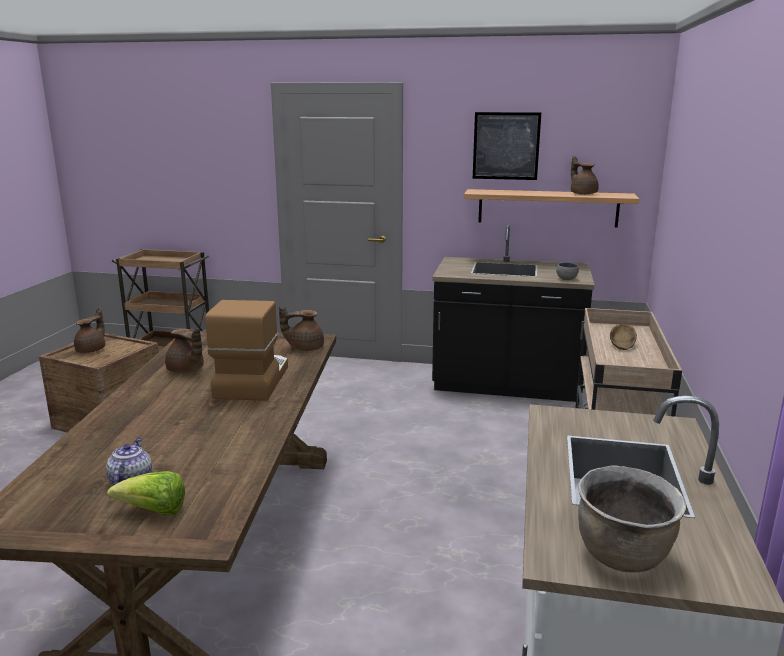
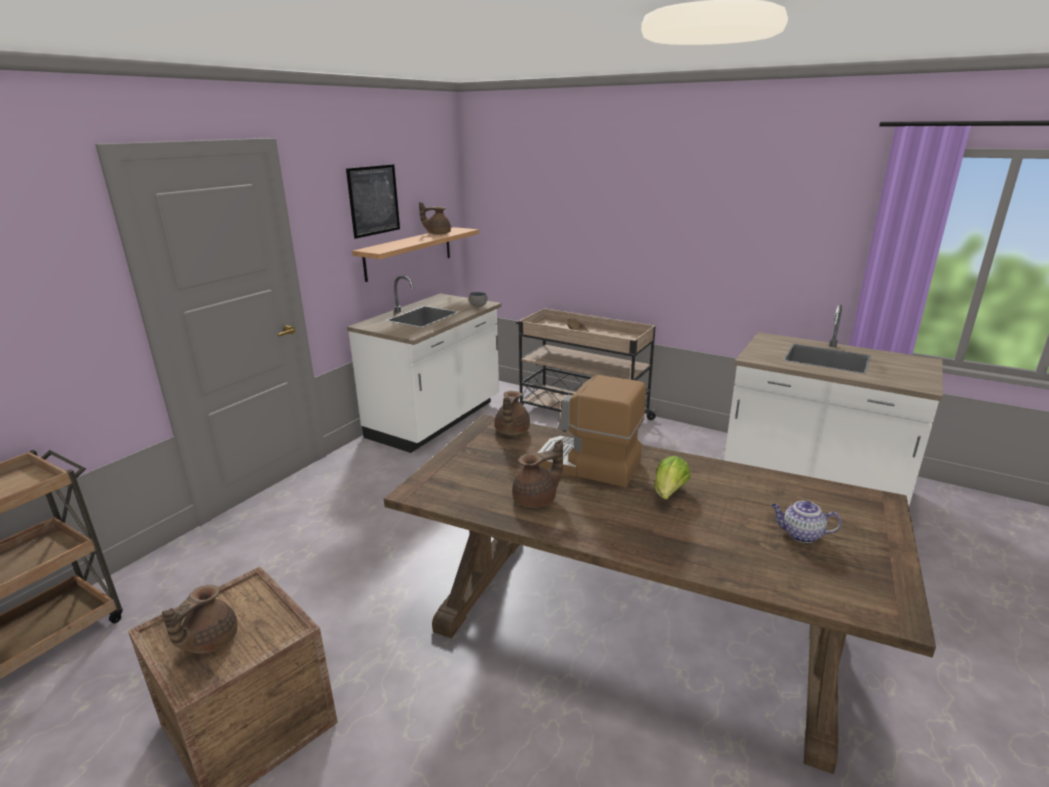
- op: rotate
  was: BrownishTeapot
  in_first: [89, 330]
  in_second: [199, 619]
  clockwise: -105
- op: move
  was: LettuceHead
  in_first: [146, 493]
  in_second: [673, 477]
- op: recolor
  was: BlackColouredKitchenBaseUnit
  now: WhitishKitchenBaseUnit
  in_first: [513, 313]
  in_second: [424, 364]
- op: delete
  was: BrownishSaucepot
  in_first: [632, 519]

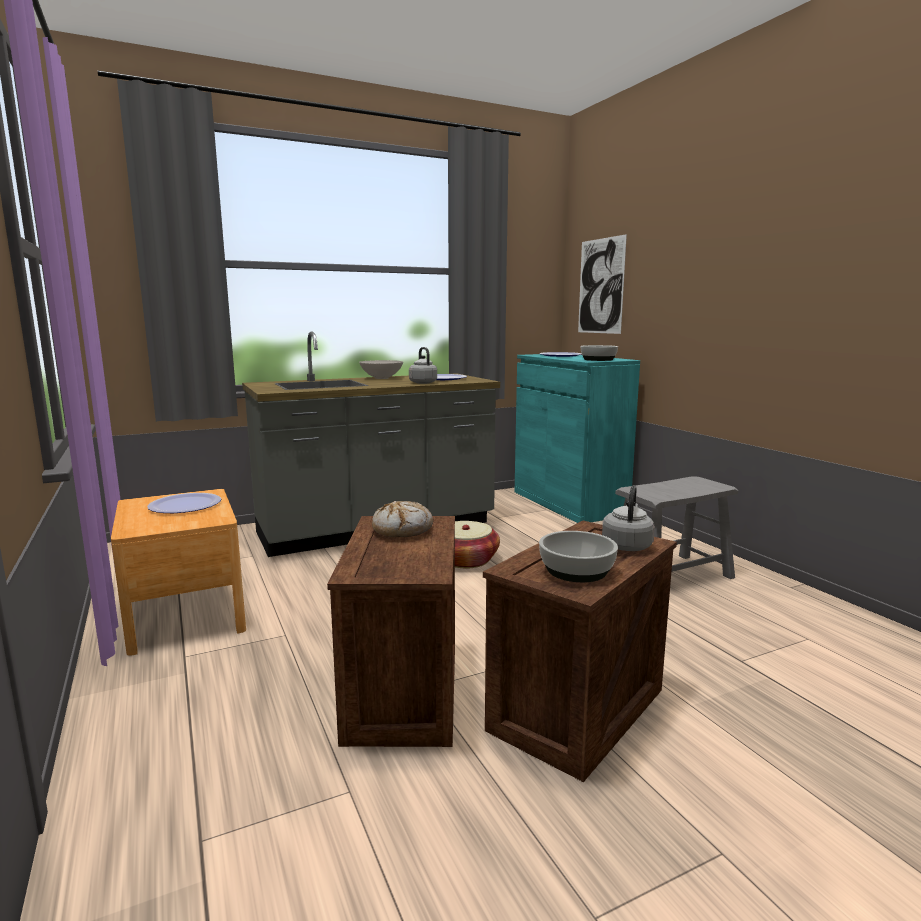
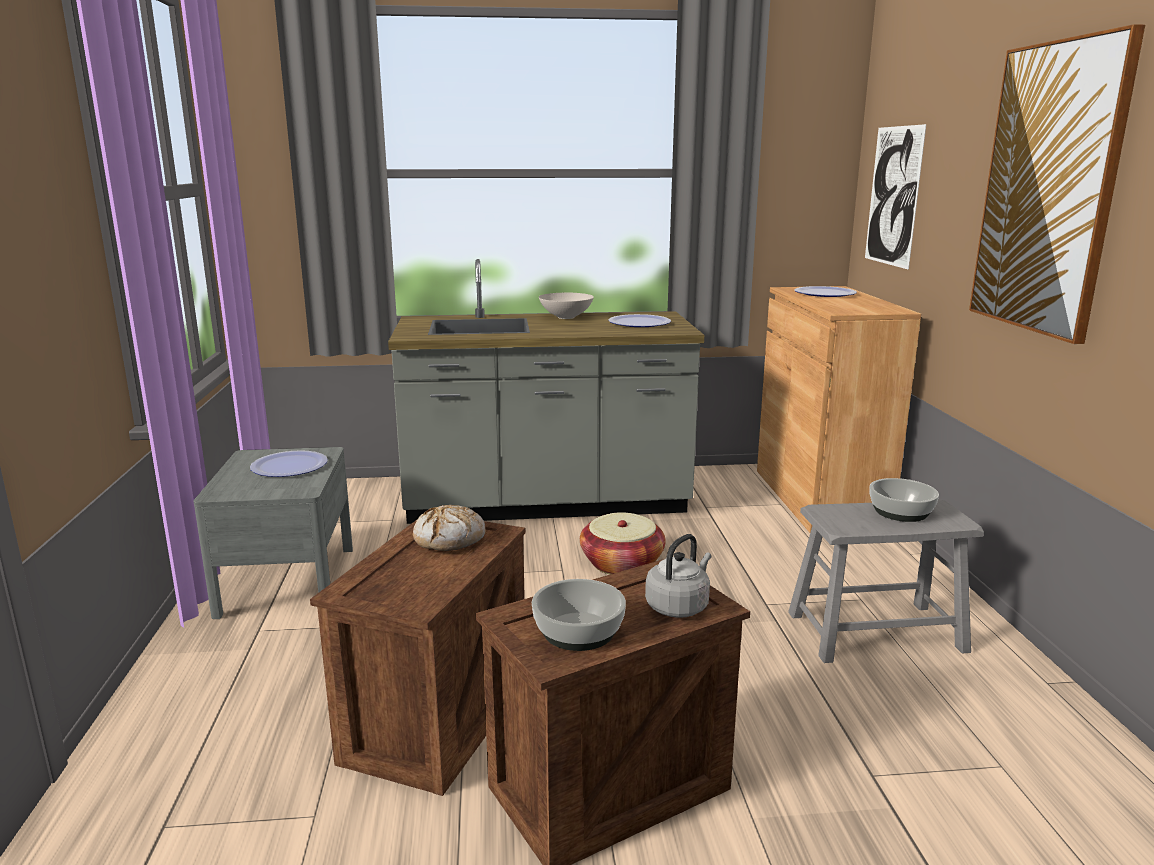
- op: recolor
  was: BrownishNightTable
  now: GreyishNightTable
  in_first: [178, 572]
  in_second: [273, 533]
- op: delete
  was: GreyishWaterKettle
  in_first: [423, 365]
- op: recolor
  was: BlueGreenCabinet
  now: BrownishCabinet
  in_first: [577, 438]
  in_second: [839, 409]
- op: move
  was: DeepDish
  in_first: [599, 353]
  in_second: [904, 500]
- op: insert
  now: WallArt
  in_second: [1057, 184]

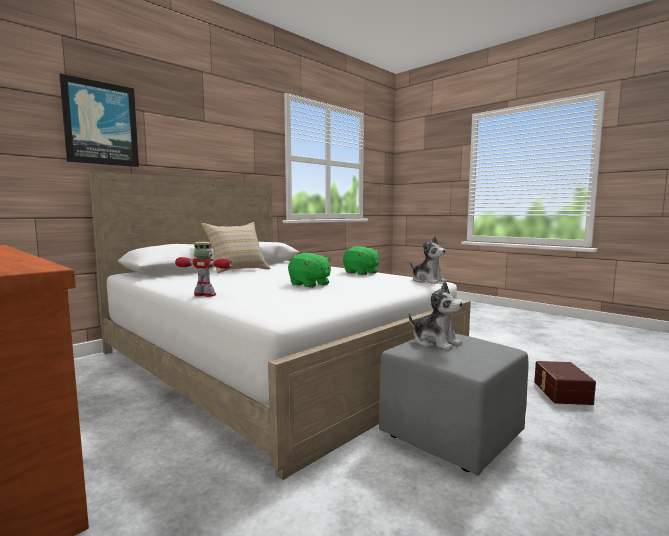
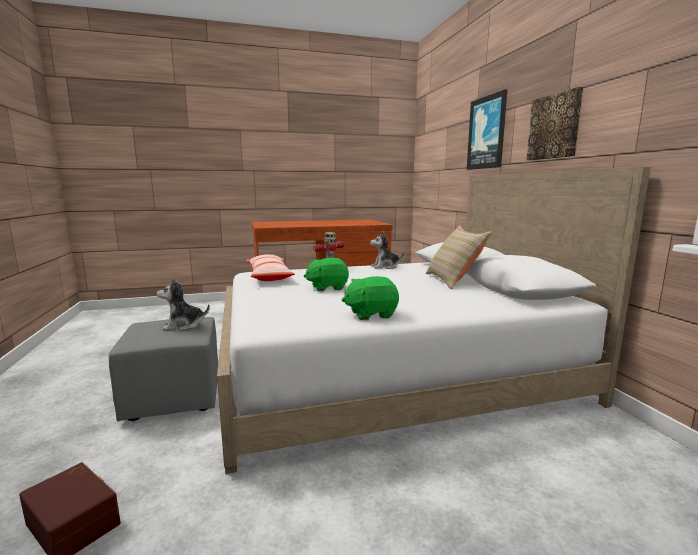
- op: move
  was: PlushToy
  in_first: [428, 260]
  in_second: [387, 250]
- op: insert
  now: Cushion
  in_second: [271, 267]
- op: insert
  now: WallArt
  in_second: [555, 123]

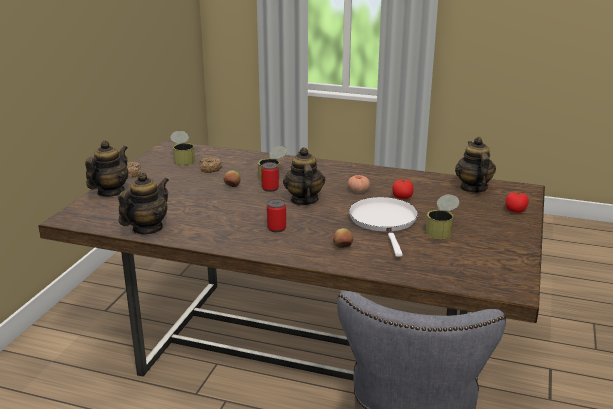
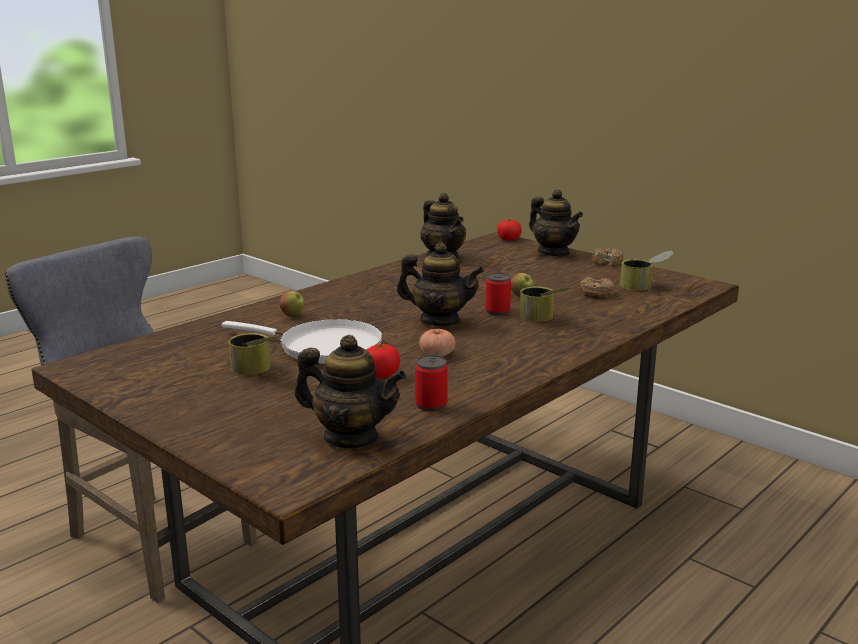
- op: move
  was: Can
  in_first: [276, 215]
  in_second: [431, 383]
- op: move
  was: WholeTomato
  in_first: [517, 202]
  in_second: [509, 230]

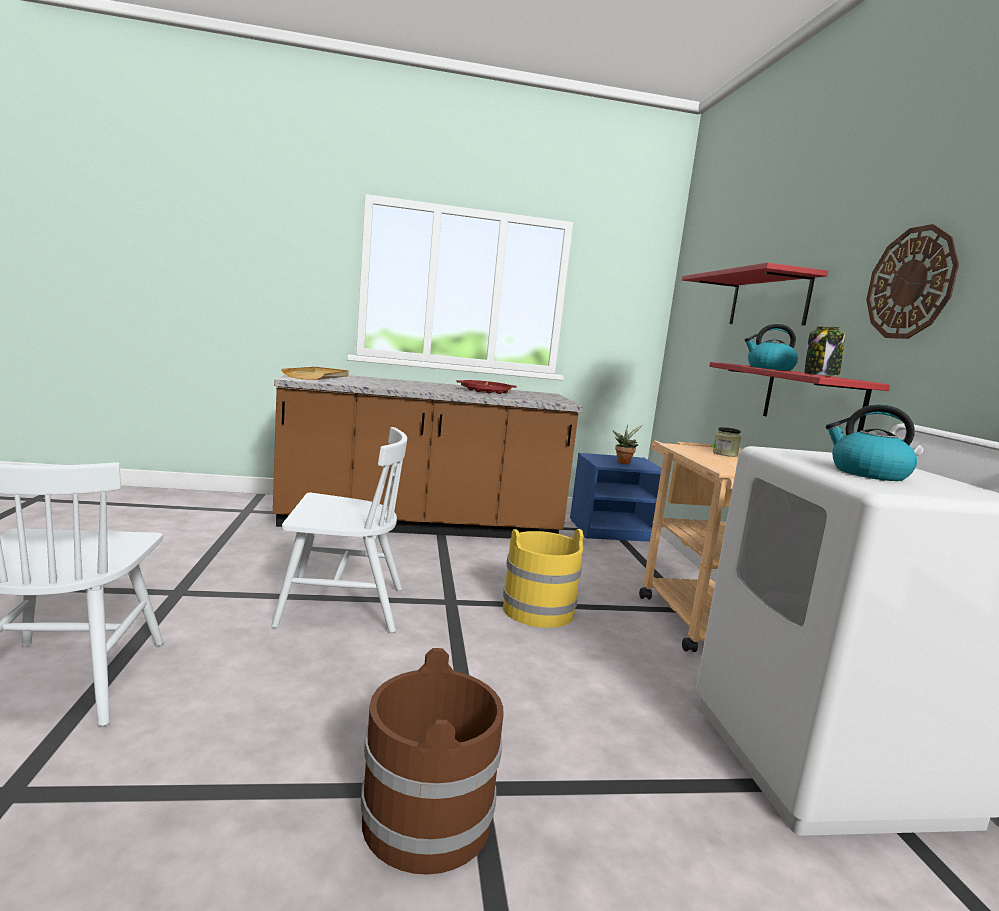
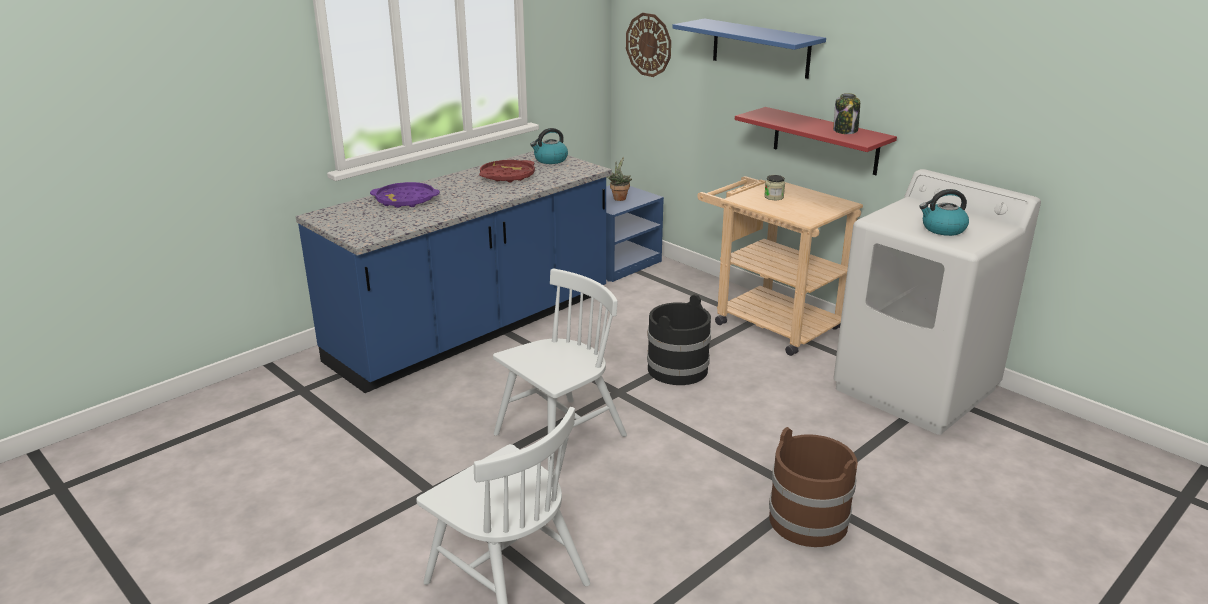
- op: recolor
  was: BrownishKitchenBaseUnit
  now: BluishKitchenBaseUnit
  in_first: [427, 457]
  in_second: [454, 272]
- op: delete
  was: BeigeColouredCarryingTray
  in_first: [315, 373]
- op: recolor
  was: YellowPail
  now: BlackColouredPail
  in_first: [543, 578]
  in_second: [679, 339]
- op: recolor
  was: RedColouredBracketShelf
  now: BluishBracketShelf
  in_first: [755, 294]
  in_second: [749, 49]
- op: move
  was: WaterKettle
  in_first: [771, 347]
  in_second: [549, 146]
- op: move
  was: WallClock
  in_first: [912, 281]
  in_second: [648, 45]
- op: insert
  now: PurpleCarryingTray
  in_second: [405, 195]

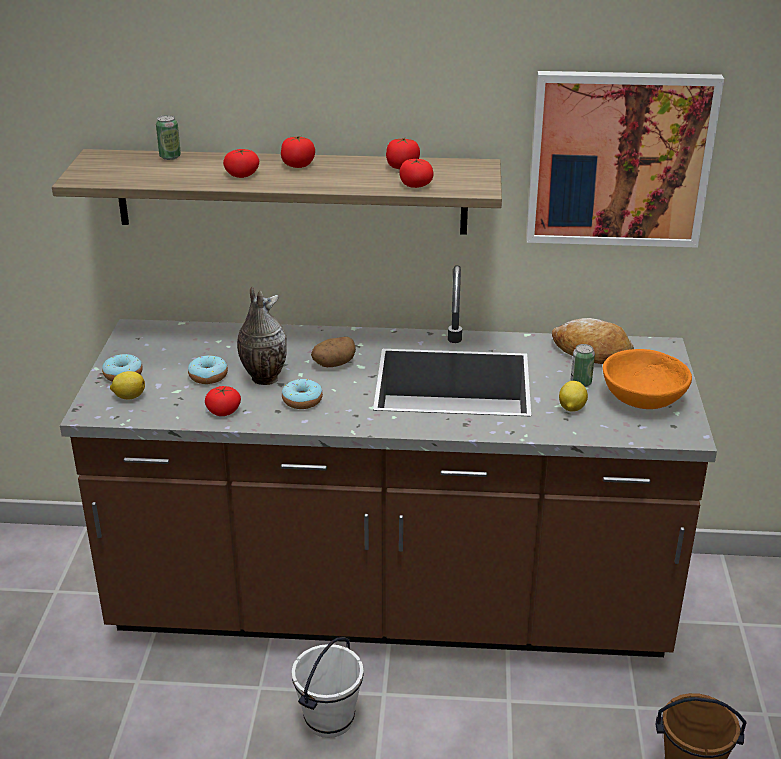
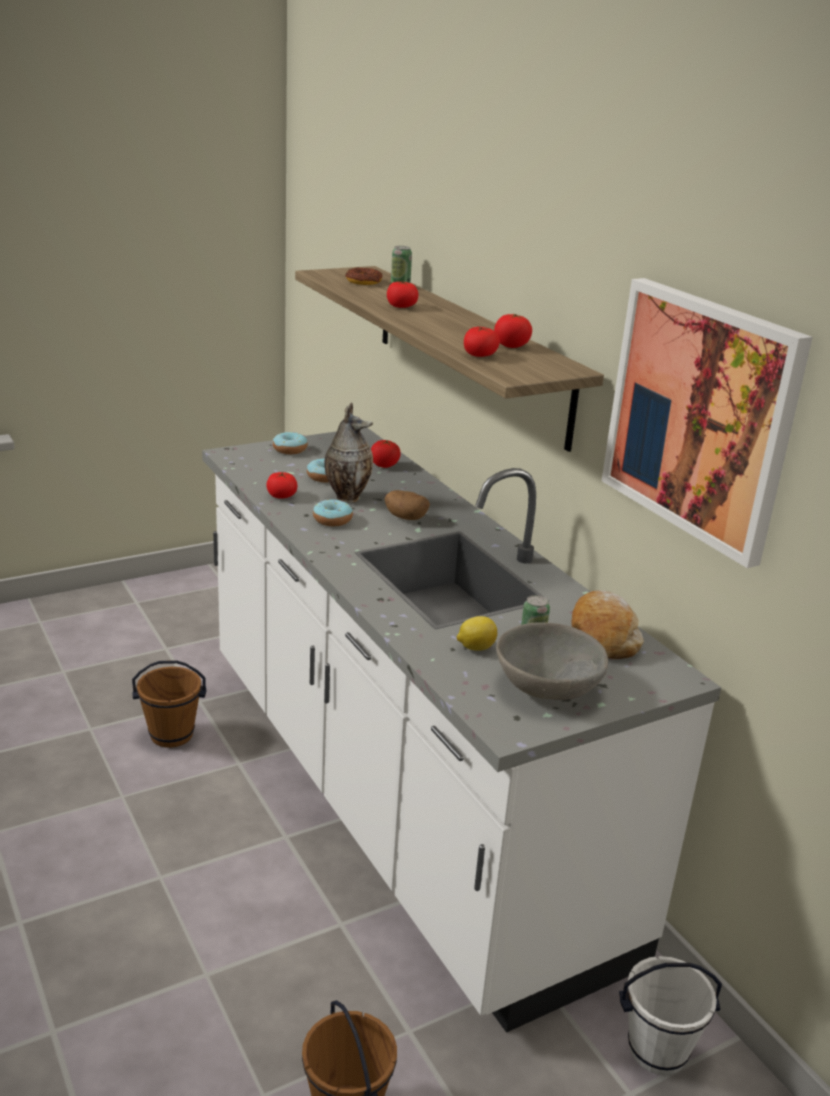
- op: recolor
  was: BrownishKitchenBaseUnit
  now: WhitishKitchenBaseUnit
  in_first: [388, 461]
  in_second: [461, 730]
- op: delete
  was: Lemon
  in_first: [127, 385]
- op: move
  was: WholeTomato
  in_first: [298, 152]
  in_second: [386, 454]
- op: move
  was: WhitishPail
  in_first: [328, 687]
  in_second: [670, 1015]
- op: recolor
  was: OrangeyDeepDish
  now: GreyishDeepDish
  in_first: [647, 379]
  in_second: [552, 661]
- op: insert
  now: BrownishPail
  in_second: [169, 704]
- op: insert
  now: Donut
  in_second: [364, 276]

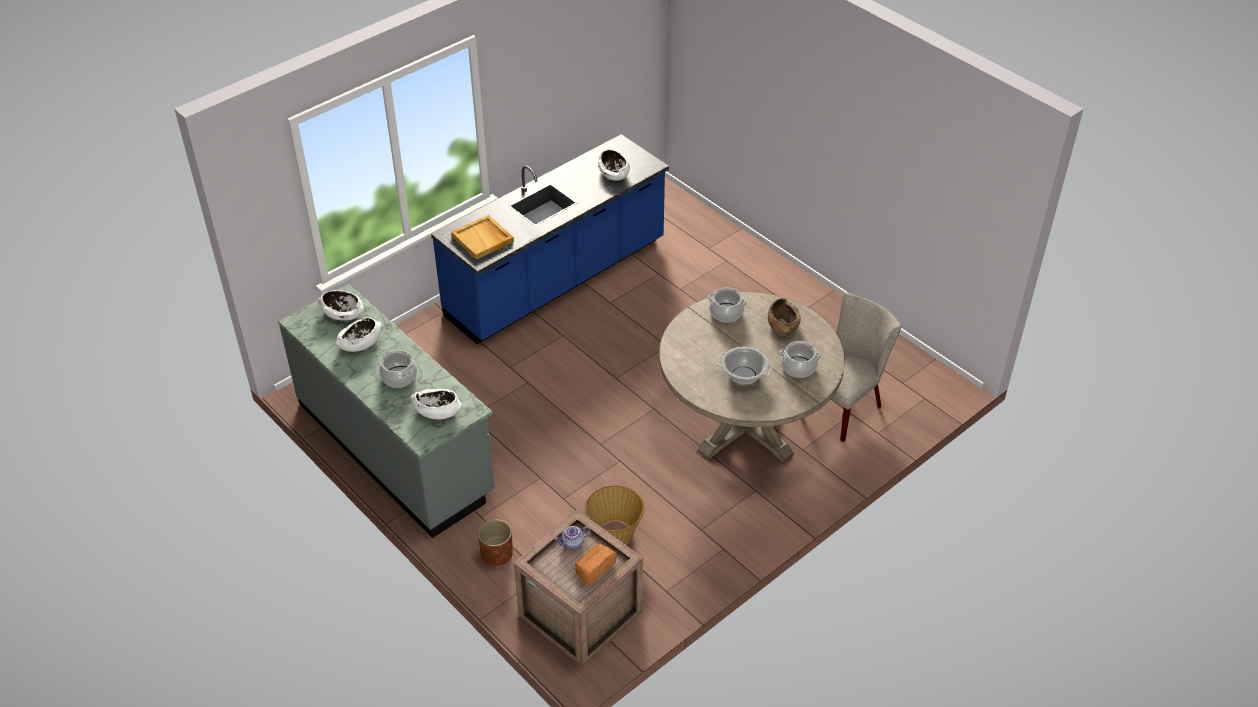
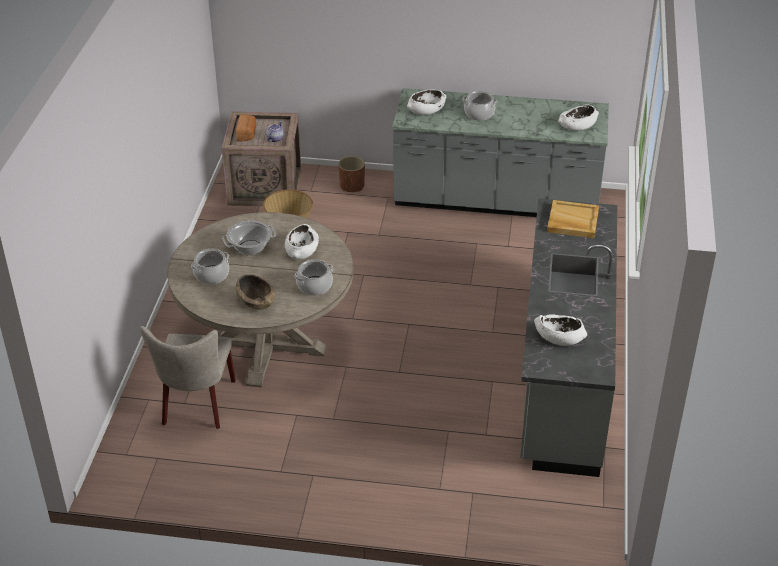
- op: move
  was: WhitishDeepDish
  in_first: [359, 334]
  in_second: [302, 242]
- op: recolor
  was: BluishKitchenBaseUnit
  now: GreyishKitchenBaseUnit
  in_first: [550, 239]
  in_second: [568, 337]

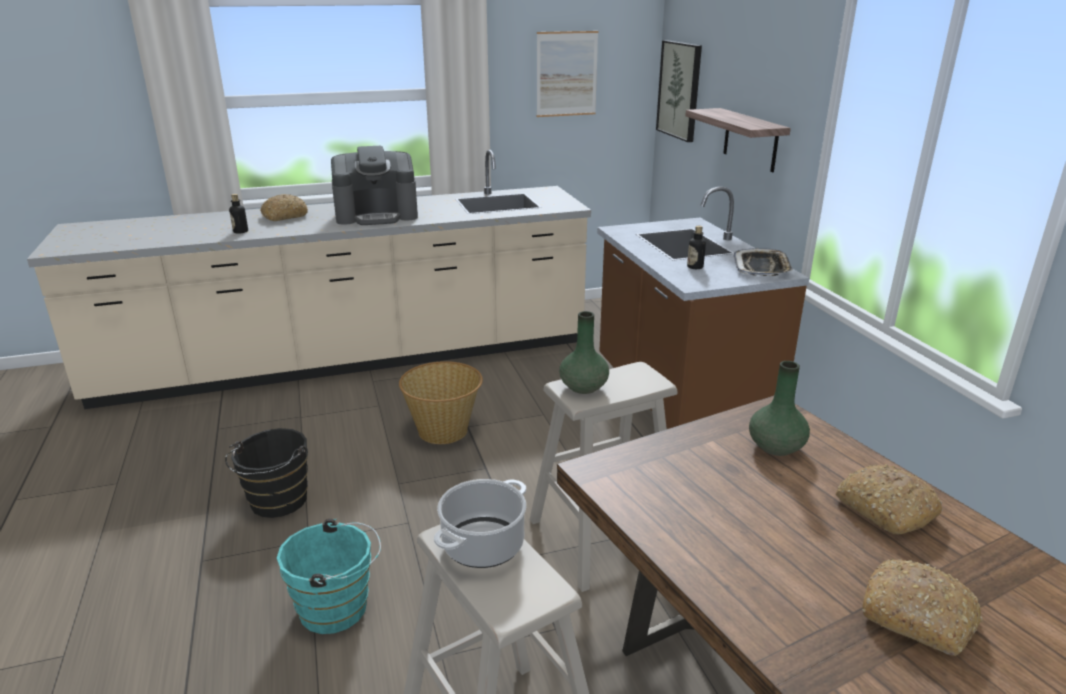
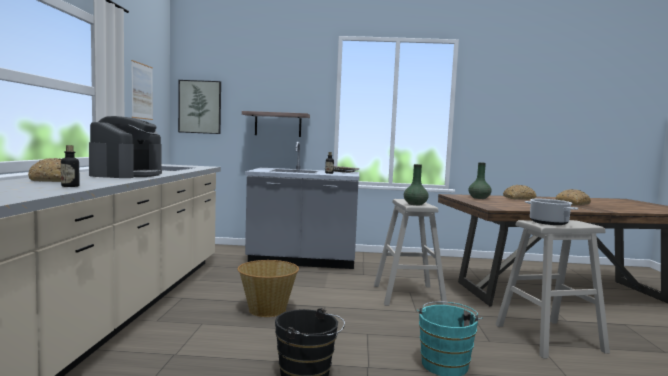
- op: recolor
  was: BrownishKitchenBaseUnit
  now: GreyishKitchenBaseUnit
  in_first: [703, 307]
  in_second: [302, 205]

